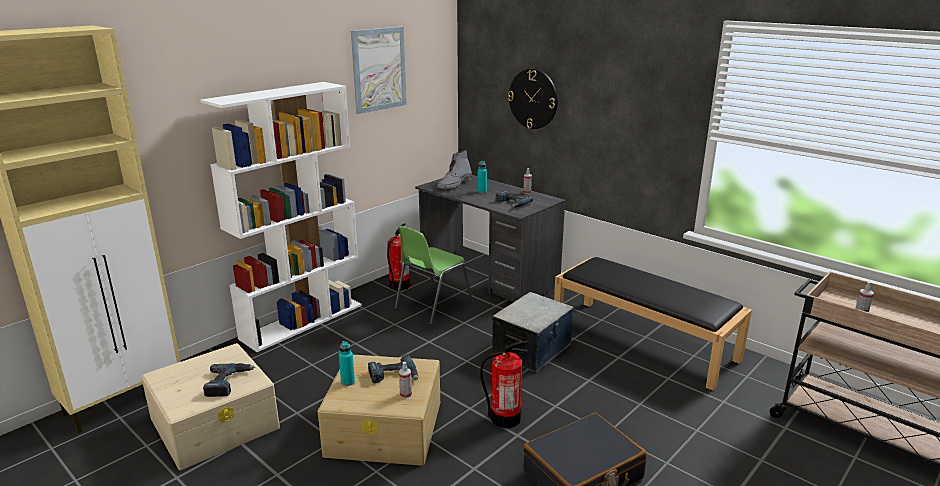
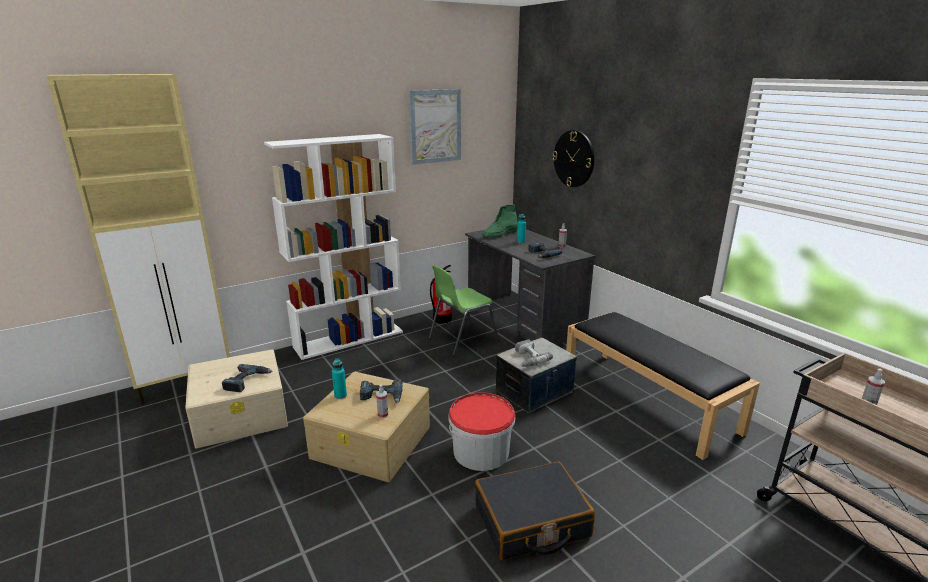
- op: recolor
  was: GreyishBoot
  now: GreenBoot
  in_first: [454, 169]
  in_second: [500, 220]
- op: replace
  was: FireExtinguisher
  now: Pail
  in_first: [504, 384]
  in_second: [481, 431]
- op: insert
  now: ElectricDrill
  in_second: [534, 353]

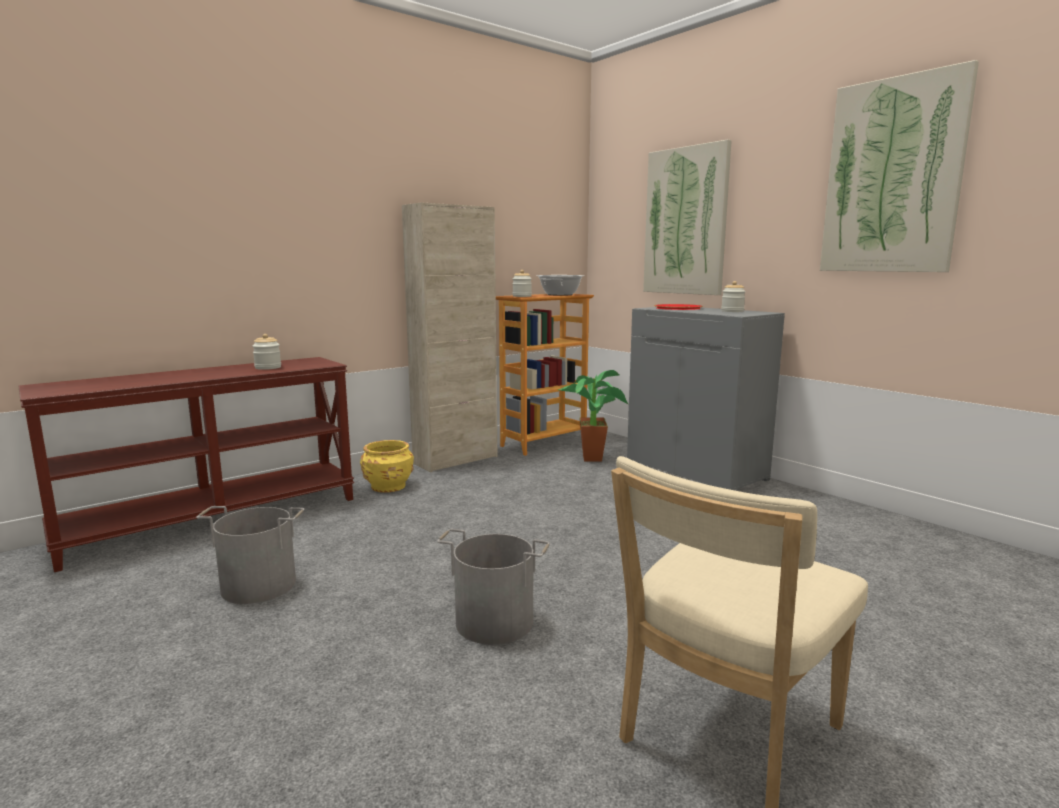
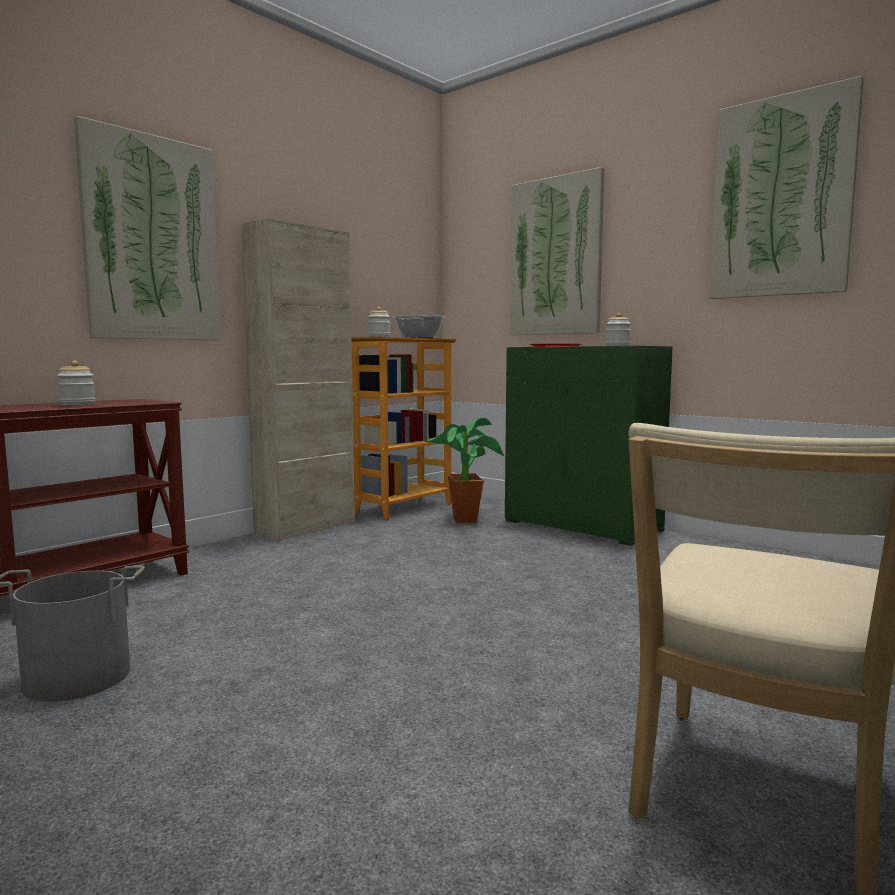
- op: delete
  was: YellowPlanter
  in_first: [387, 466]
- op: delete
  was: GreyishPail
  in_first: [493, 587]
- op: recolor
  was: GreyishCabinet
  now: GreenCabinet
  in_first: [706, 399]
  in_second: [589, 446]
- op: insert
  now: WallArt
  in_second: [147, 228]

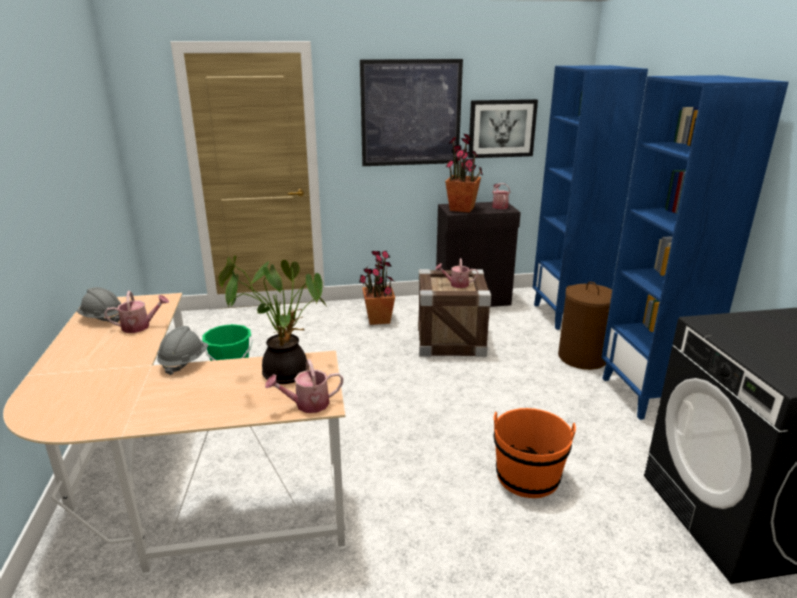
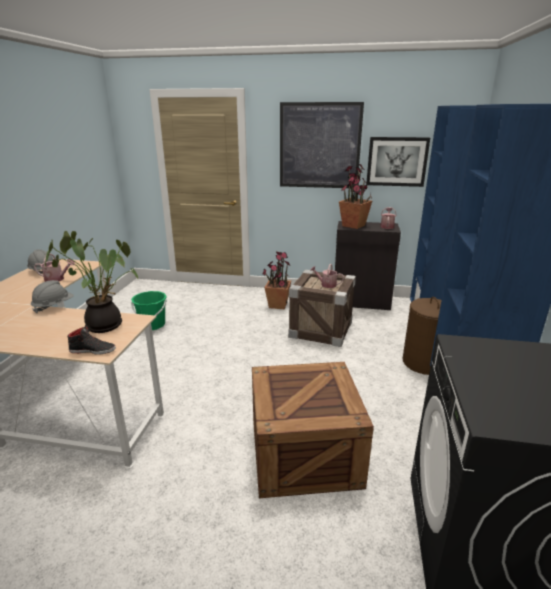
- op: replace
  was: WateringCan
  now: BlackColouredLowShoe
  in_first: [304, 386]
  in_second: [91, 340]
- op: replace
  was: OrangeyPail
  now: ShippingCrate
  in_first: [534, 453]
  in_second: [313, 430]

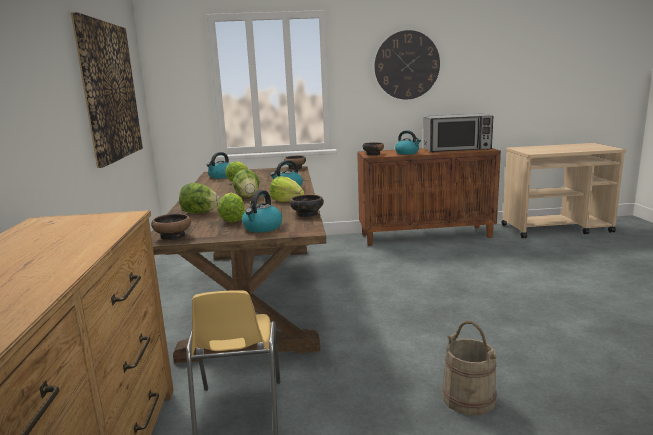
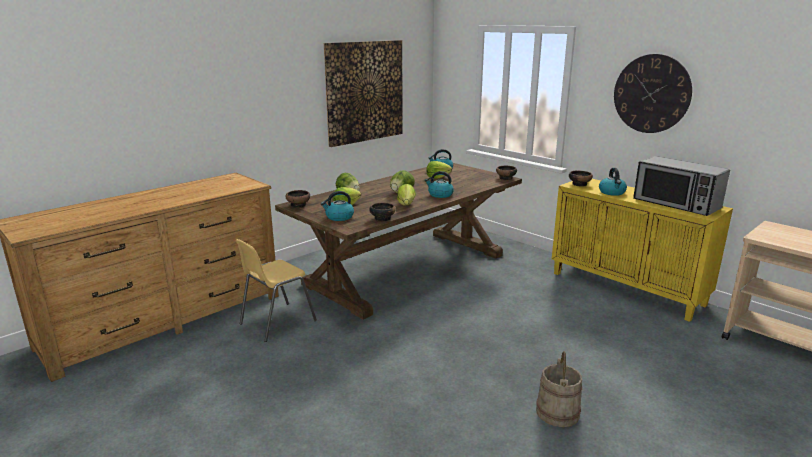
- op: recolor
  was: BrownishCabinet
  now: YellowCabinet
  in_first: [429, 197]
  in_second: [642, 250]
- op: move
  was: BeigeColouredPail
  in_first: [469, 368]
  in_second: [559, 389]

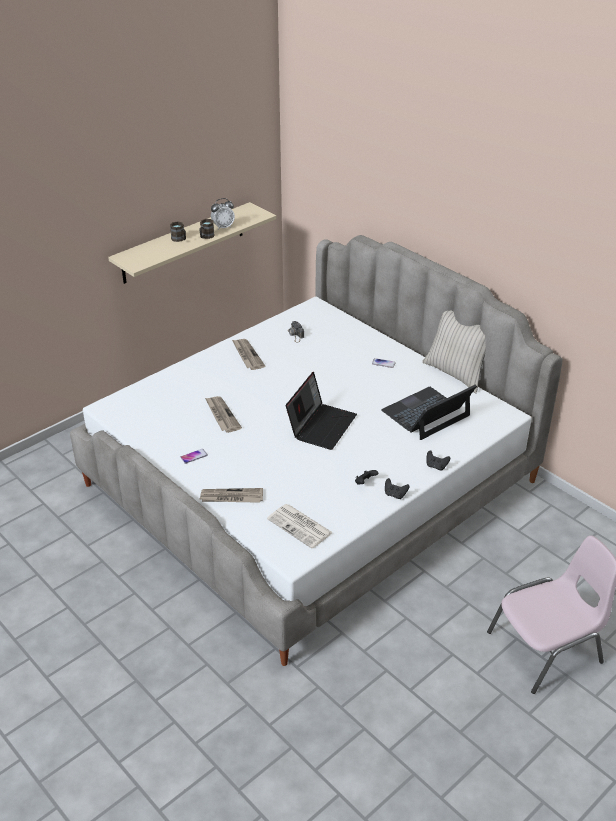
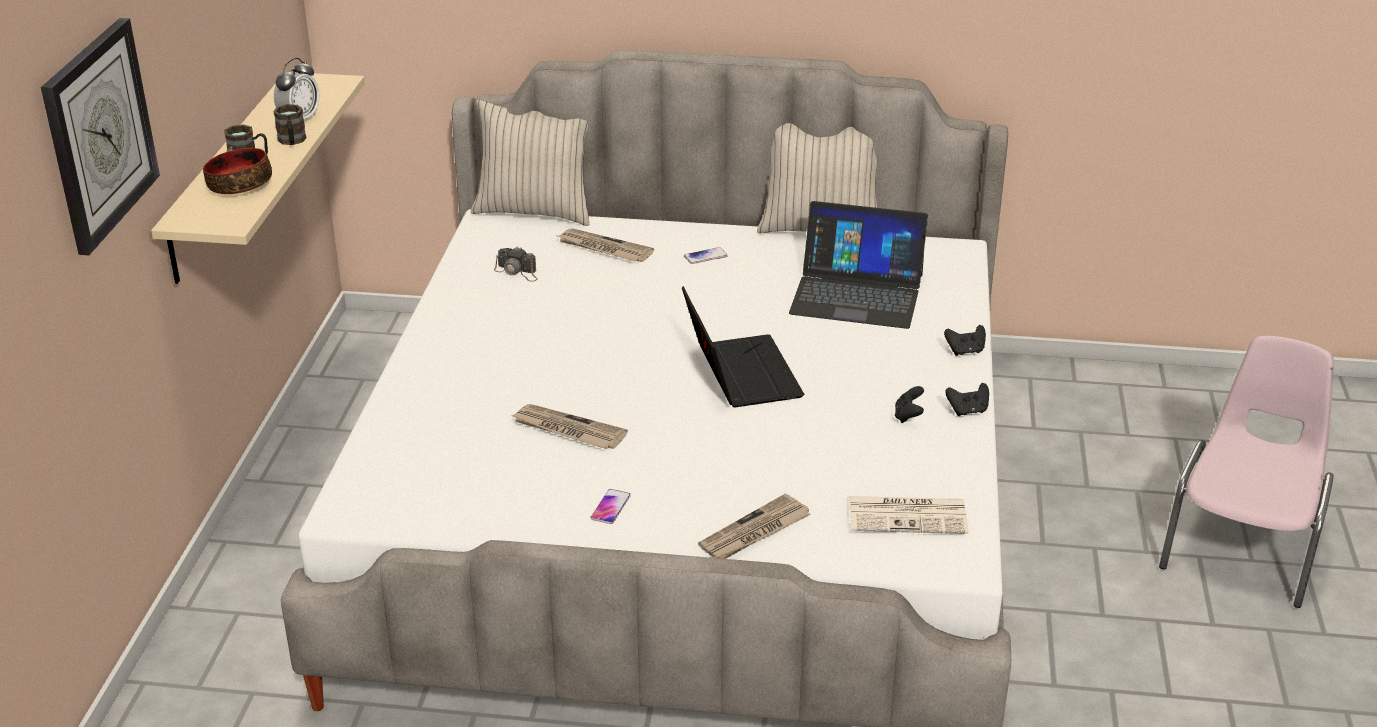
- op: move
  was: Newspaper
  in_first: [248, 354]
  in_second: [606, 245]
- op: rotate
  was: PortableComputer
  in_first: [429, 412]
  in_second: [858, 265]
  clockwise: -90
- op: insert
  now: WallClock
  in_second: [100, 136]
- op: insert
  now: DeepDish
  in_second: [237, 171]
- op: insert
  now: BeigeColouredCushion
  in_second: [530, 163]

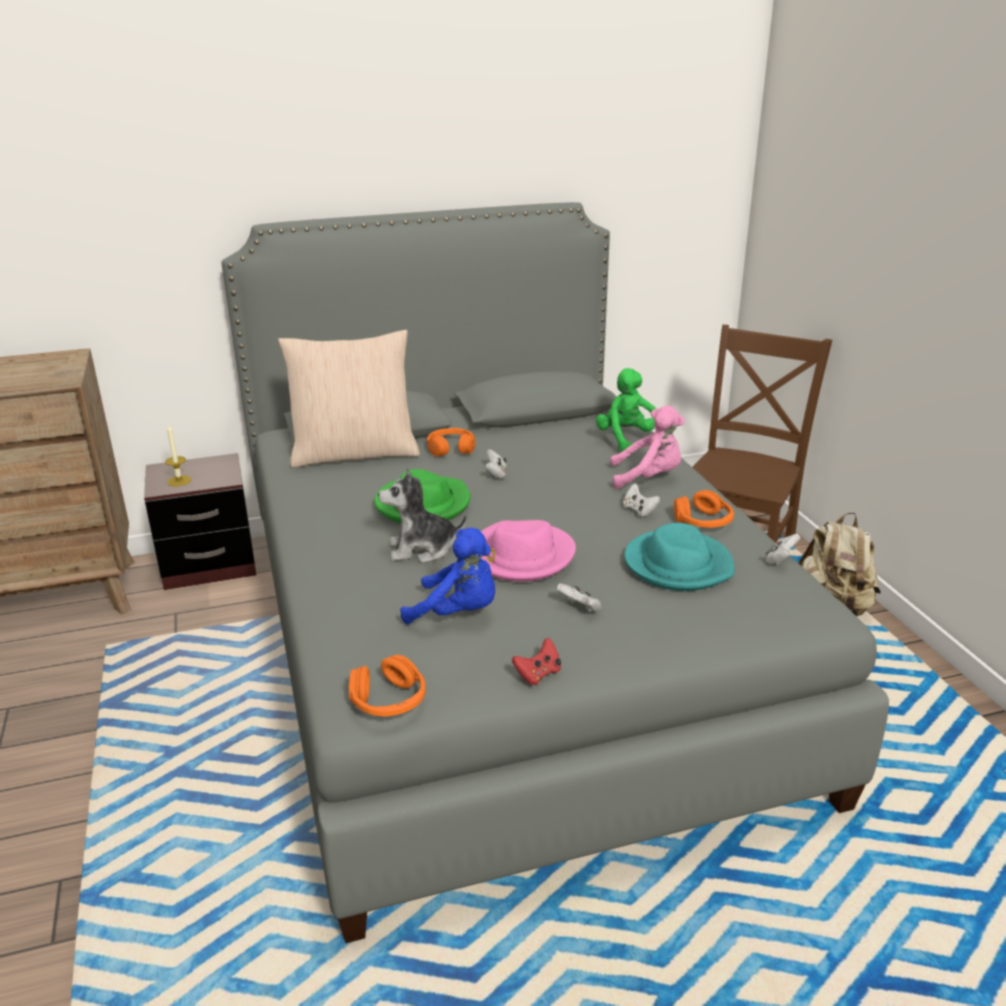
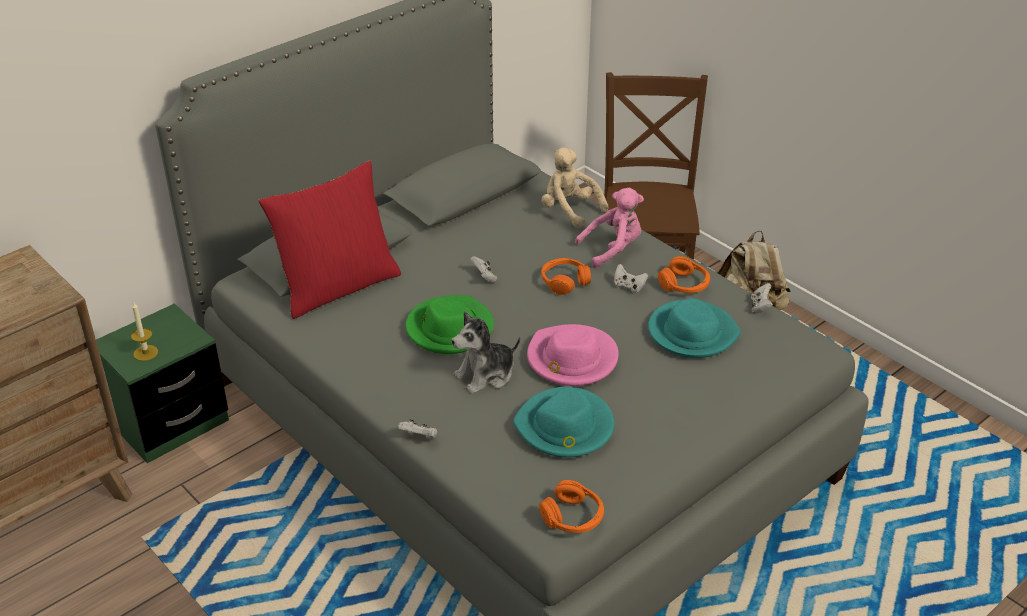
- op: recolor
  was: BrownishNightTable
  now: GreenNightTable
  in_first: [200, 521]
  in_second: [162, 383]
- op: recolor
  was: BeigeColouredCushion
  now: RedColouredCushion
  in_first: [349, 399]
  in_second: [329, 239]
- op: replace
  was: BluishPlushToy
  now: BlueGreenClothingHat
  in_first: [448, 576]
  in_second: [564, 422]
- op: move
  was: OrangeyPairOfHeadphones
  in_first: [451, 442]
  in_second: [566, 276]
- op: delete
  was: RedColouredGameController
  in_first: [536, 661]
- op: move
  was: WhitishGameController
  in_first: [578, 598]
  in_second: [417, 429]
- op: recolor
  was: GreenPlushToy
  now: BeigeColouredPlushToy
  in_first: [626, 410]
  in_second: [575, 188]

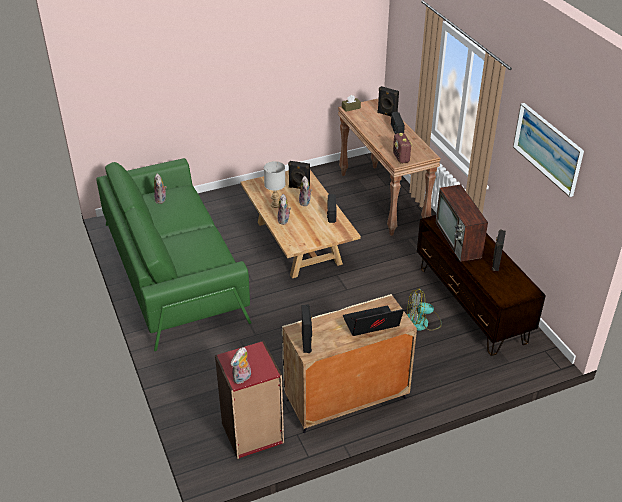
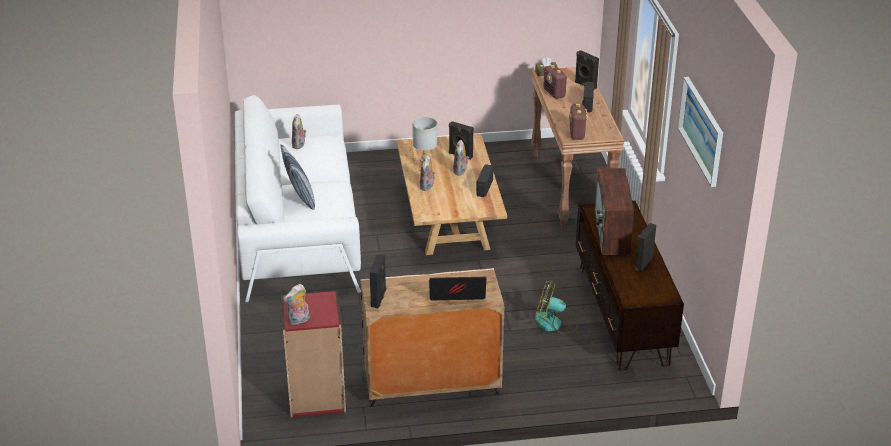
- op: recolor
  was: GreenSettee
  now: WhitishSettee
  in_first: [174, 254]
  in_second: [298, 198]
- op: insert
  now: Cushion
  in_second: [298, 177]
- op: insert
  now: RadioReceiver
  in_second: [555, 82]

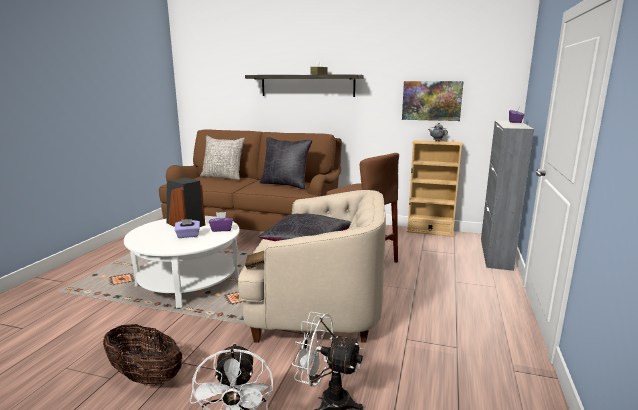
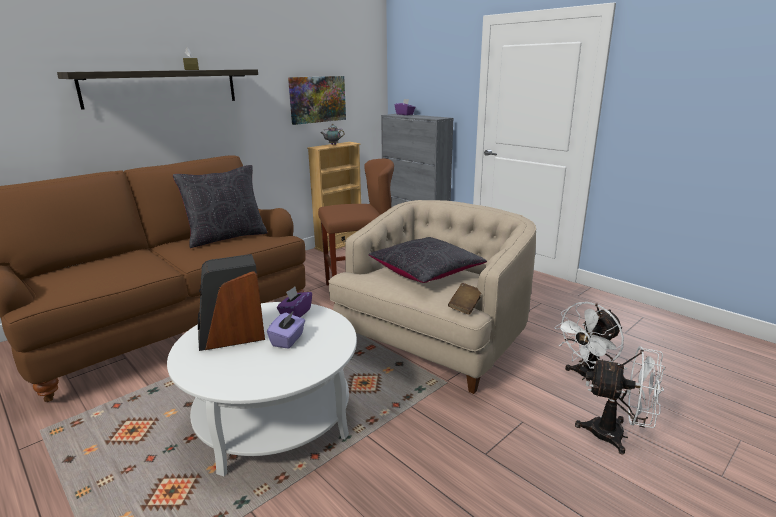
- op: delete
  was: StorageBasket
  in_first: [142, 354]
- op: delete
  was: GreyishCushion
  in_first: [222, 158]

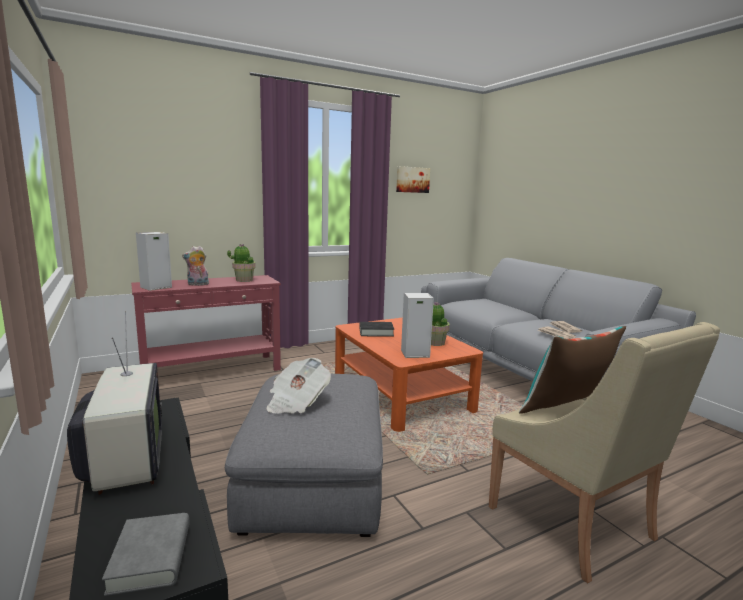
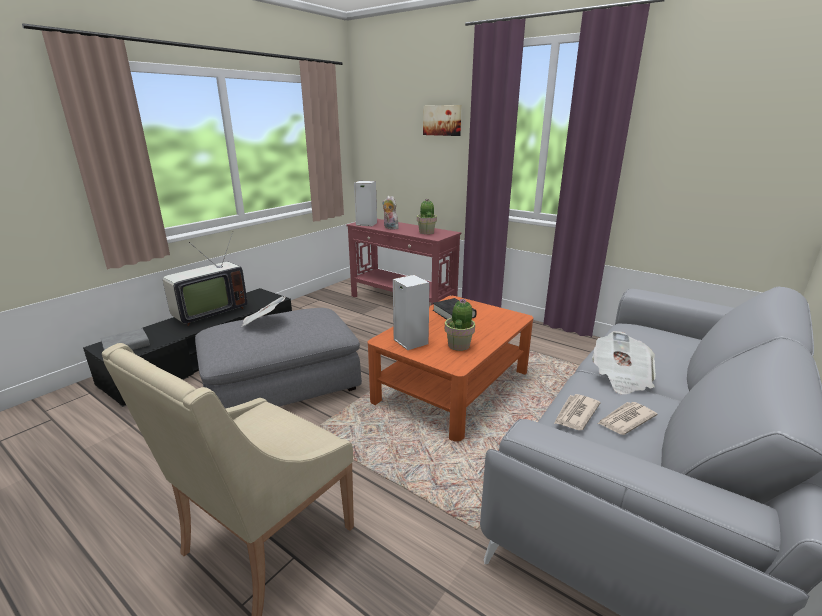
- op: move
  was: WallArt
  in_first: [413, 179]
  in_second: [442, 120]
- op: delete
  was: Cushion
  in_first: [572, 370]
- op: insert
  now: Newspaper
  in_second: [624, 362]

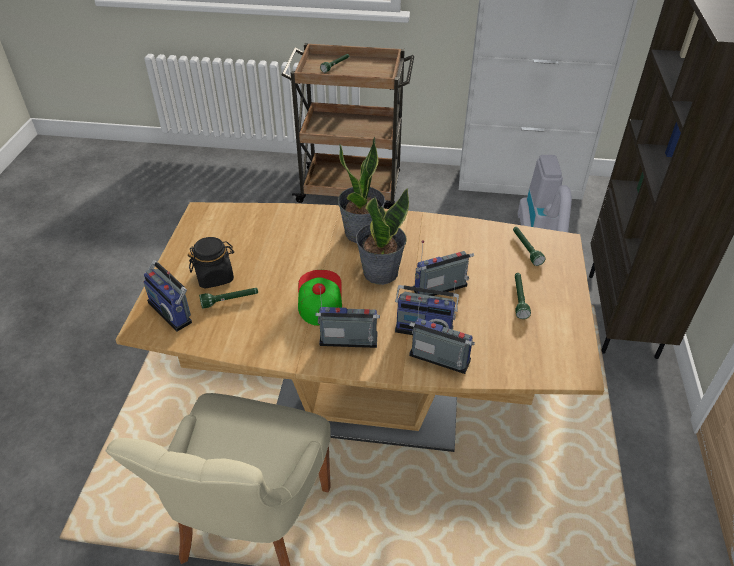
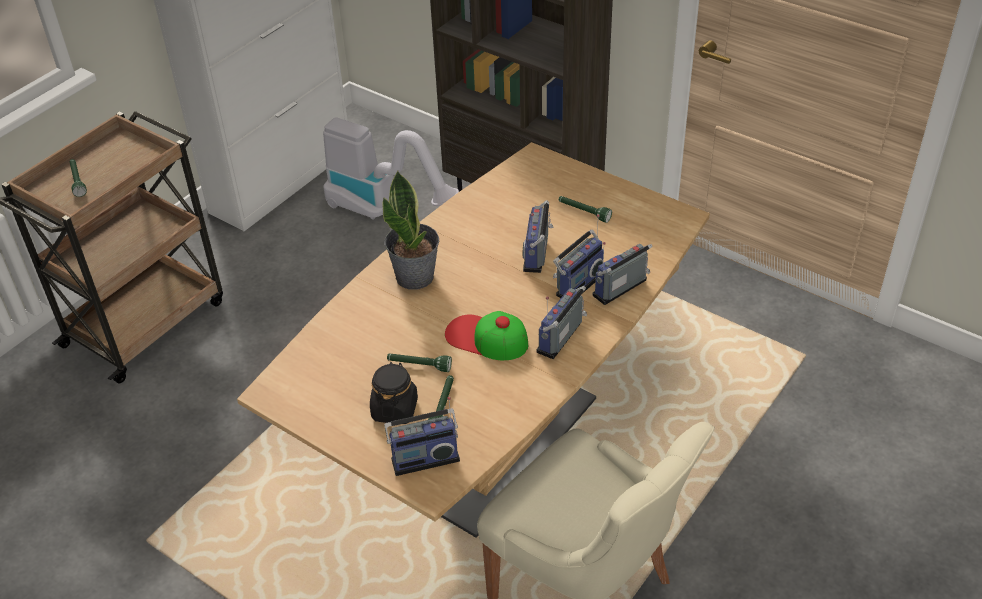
- op: delete
  was: PottedPlant
  in_first: [382, 236]
- op: move
  was: GreenFlashlight
  in_first: [529, 246]
  in_second: [419, 362]

